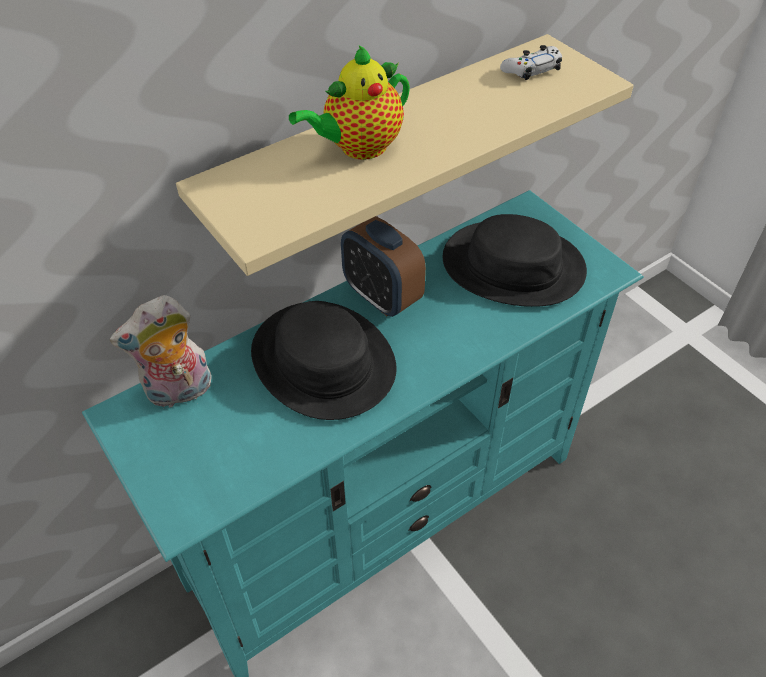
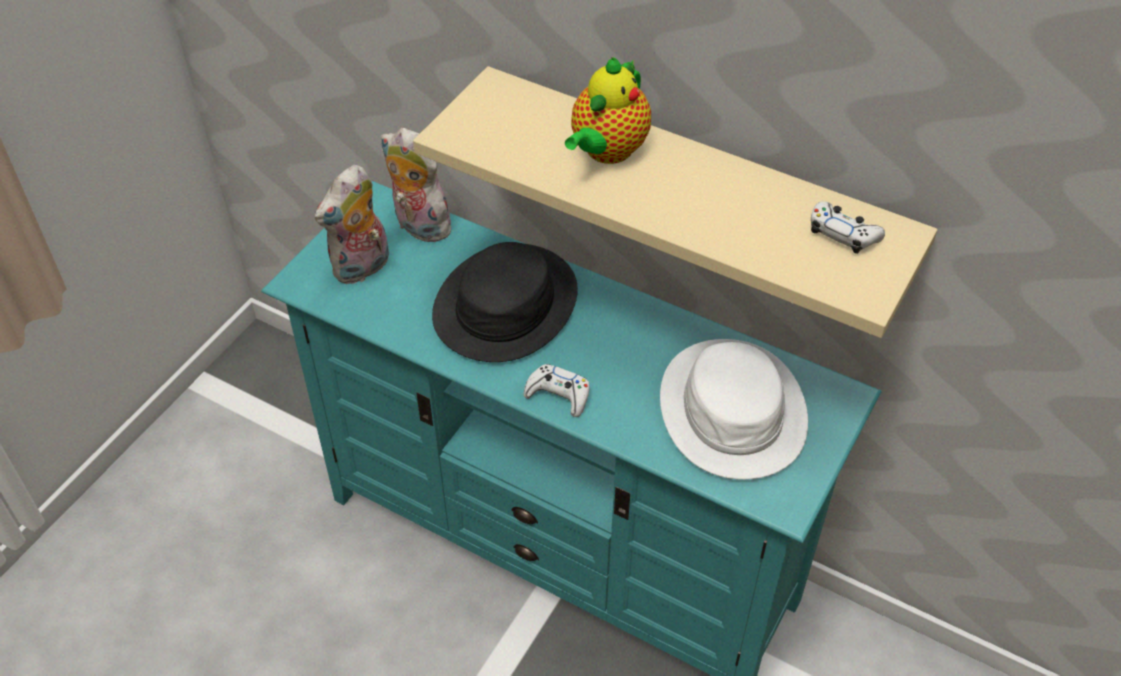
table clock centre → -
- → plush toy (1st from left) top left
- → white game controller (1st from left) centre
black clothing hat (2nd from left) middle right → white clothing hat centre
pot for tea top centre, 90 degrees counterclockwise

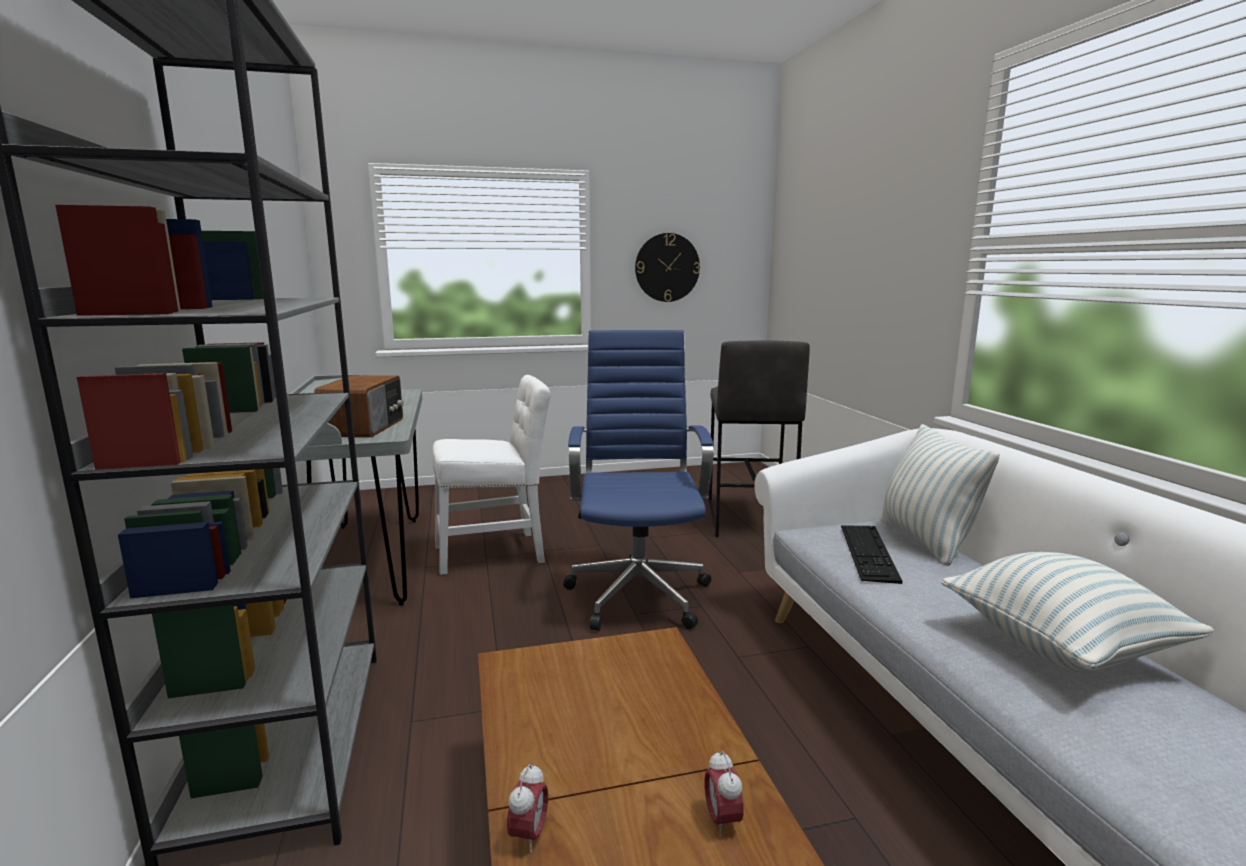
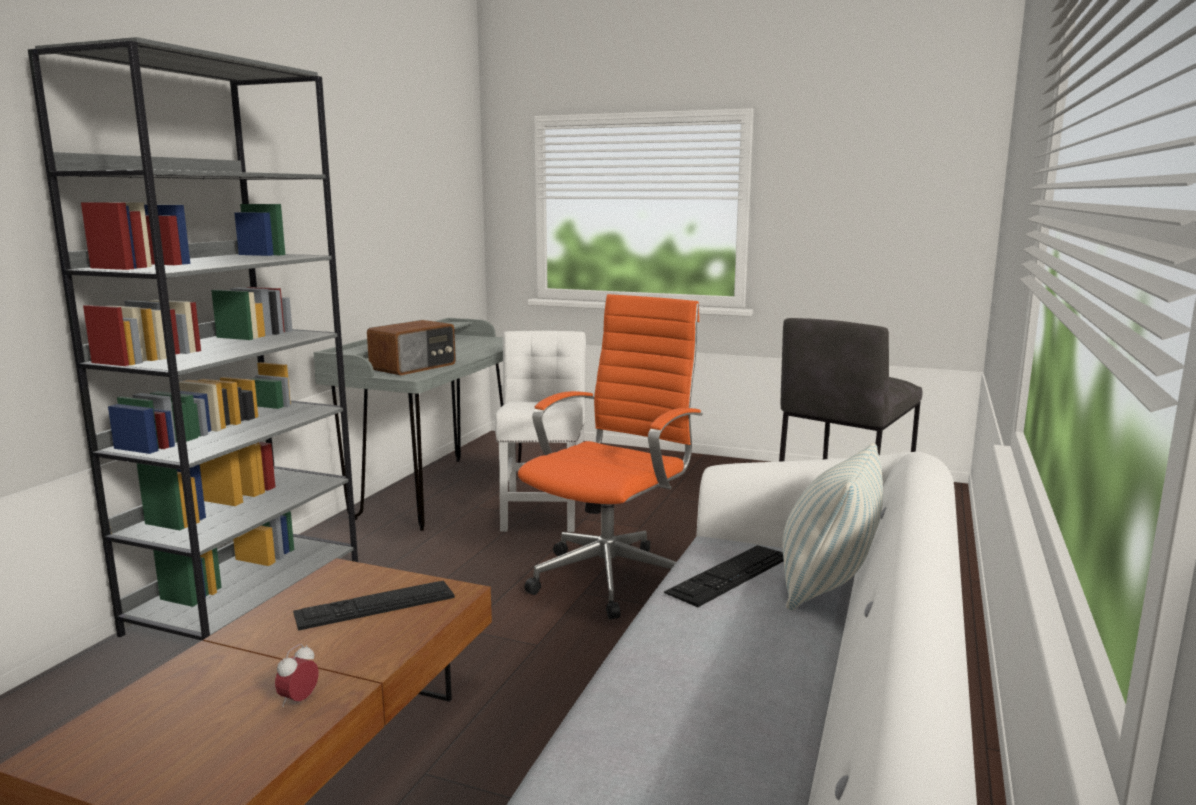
table clock (1st from left) bottom centre → -
hanging clock top centre → -
throw pillow (2nd from left) bottom right → -
- → computer keyboard (1st from left) bottom left
blue-coloured computer chair centre → orangey computer chair centre
white upright chair centre, 105 degrees counterclockwise

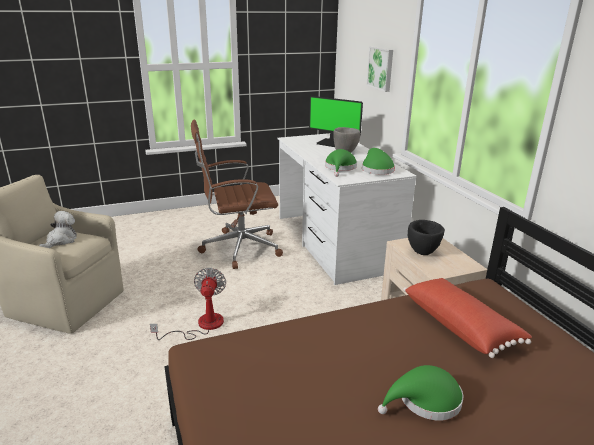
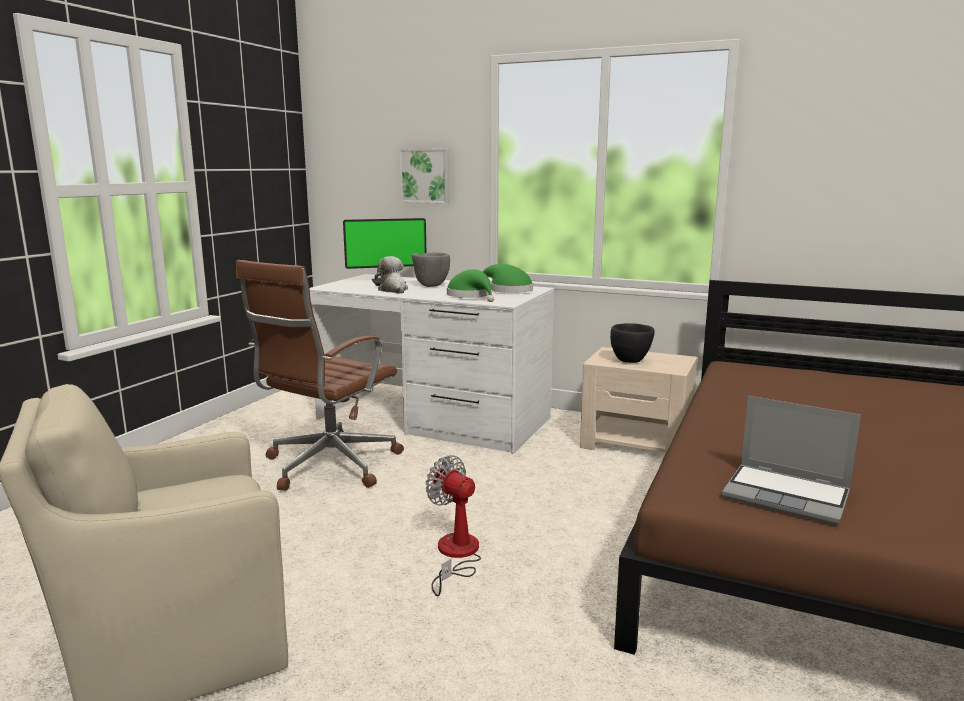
greenish clothing hat (3rd from left) bottom right → -
red-coloured throw pillow bottom right → -
- → notebook computer middle right
plush toy middle left → plush toy centre, move

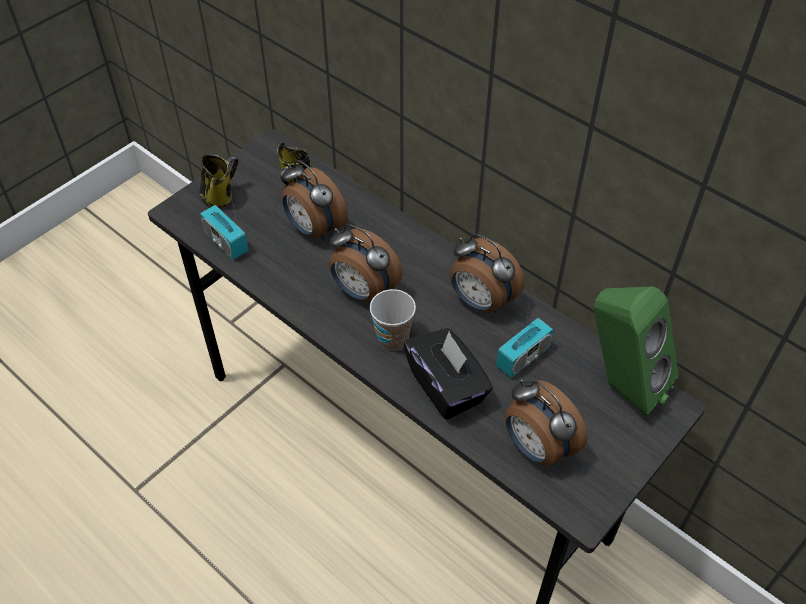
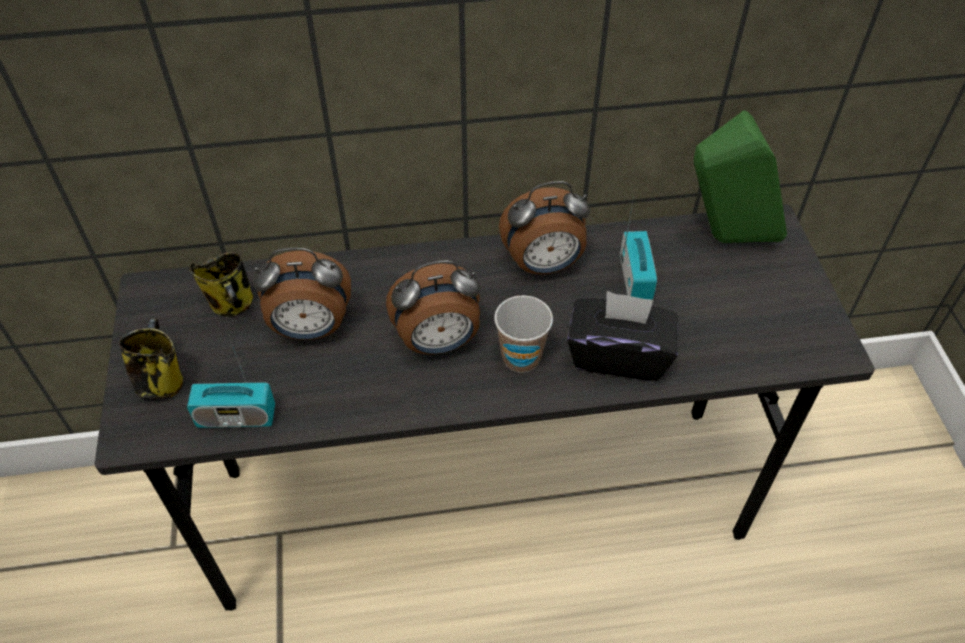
table clock (4th from left) bottom right → -

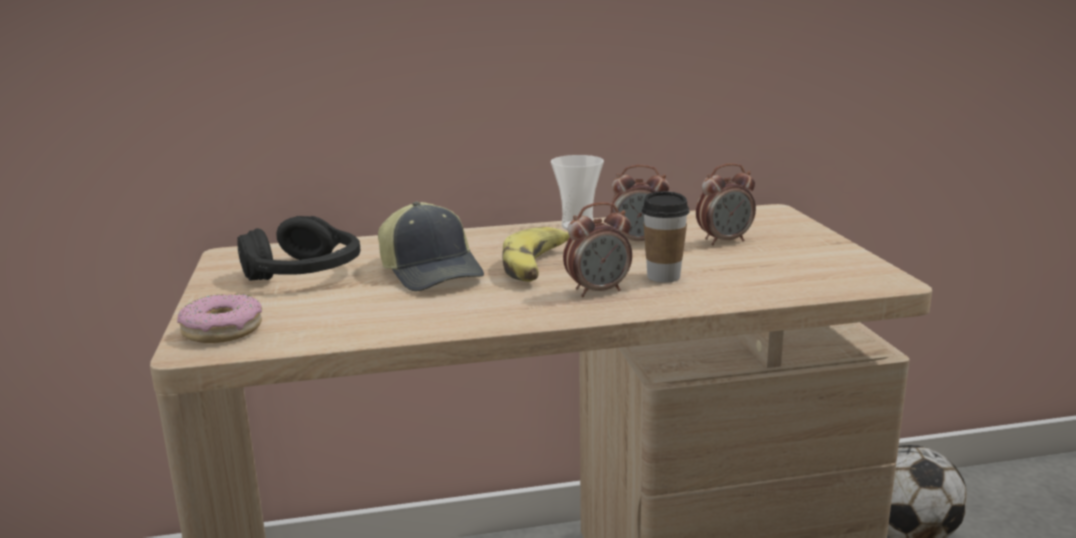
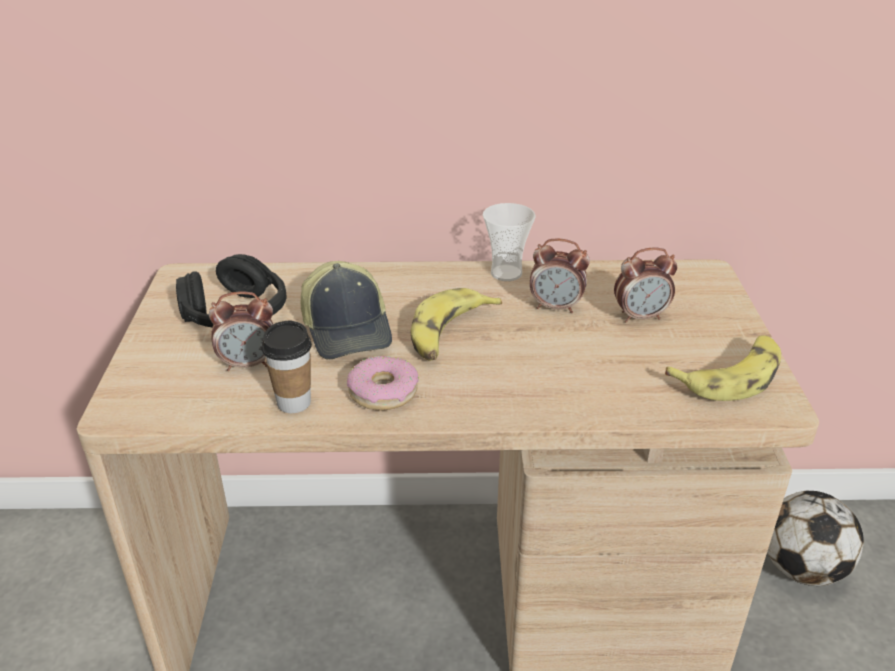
- → banana (2nd from left) middle right
ring doughnut middle left → ring doughnut centre, move
table clock (1st from left) centre → table clock (1st from left) middle left, move
drinking cup (2nd from left in the first image) centre → drinking cup (1st from left) middle left, move

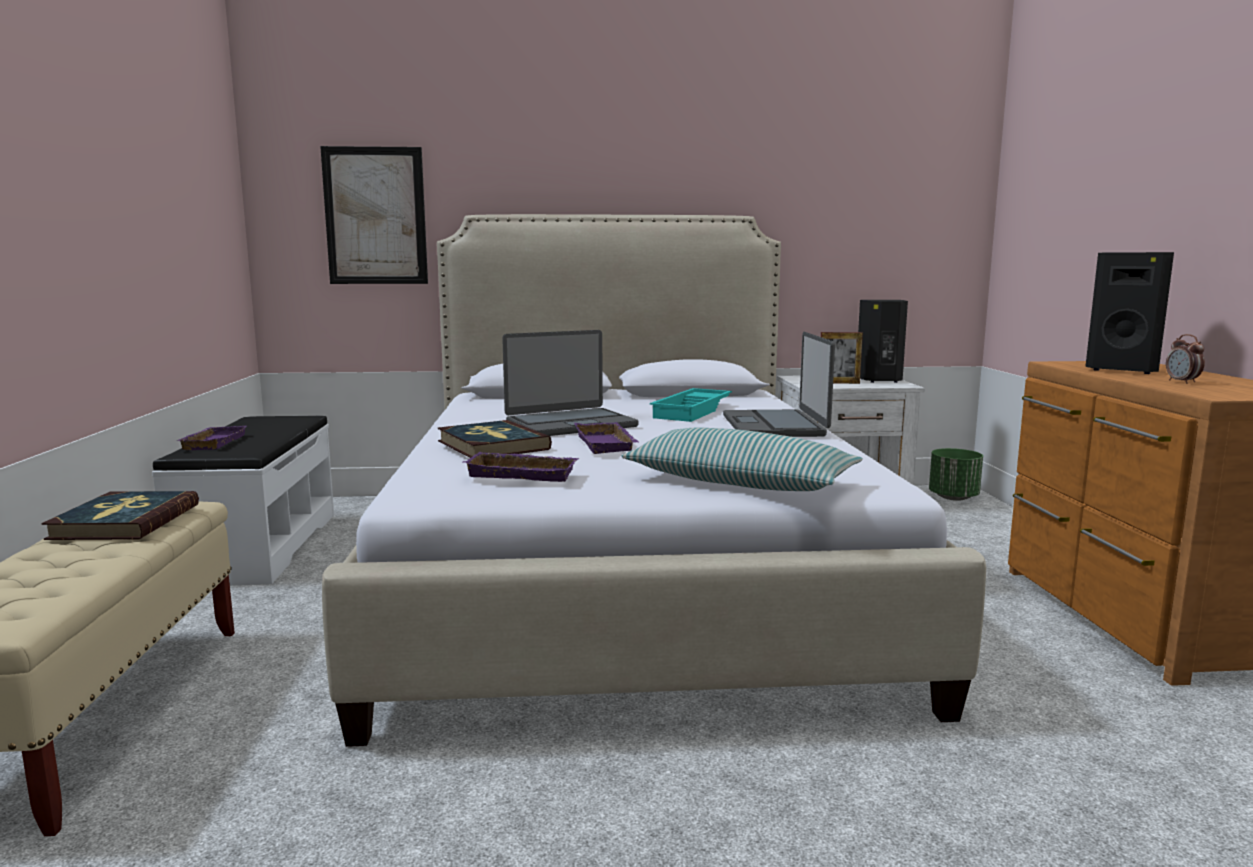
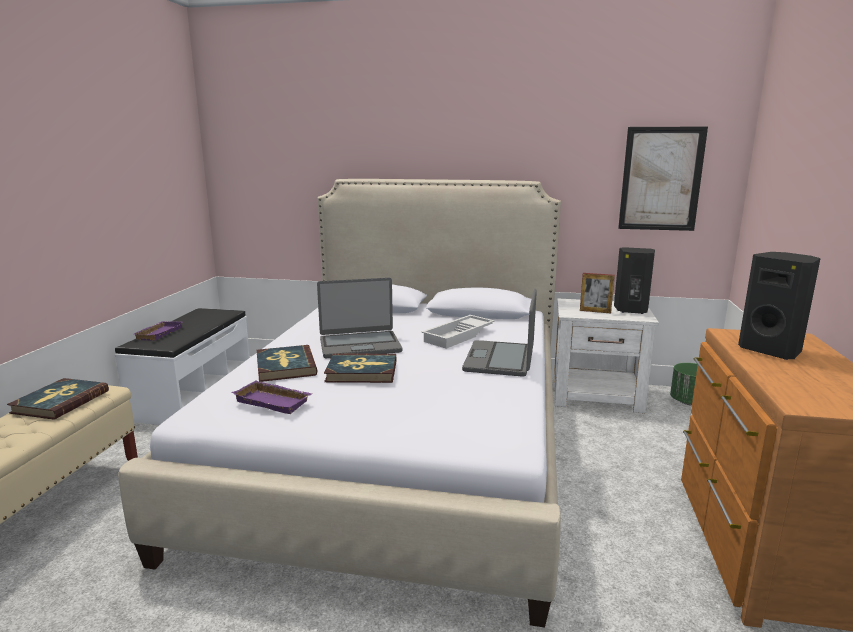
throw pillow centre → -
table clock middle right → -
picture top left → picture top right, move
purple serving tray (3rd from left) centre → volume (3rd from left) centre
turquoise-coloured serving tray centre → white serving tray centre

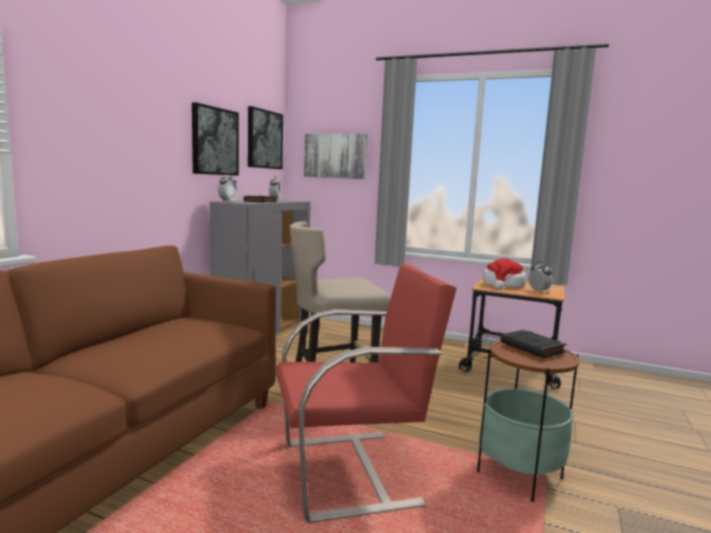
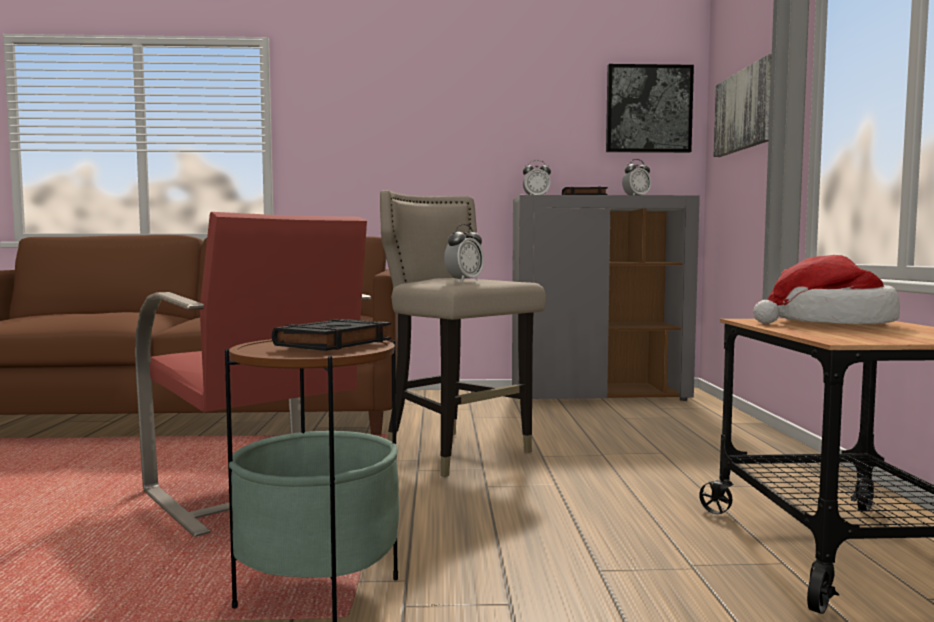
picture (1st from left) top left → -
table clock (3rd from left in the first image) middle right → table clock (1st from left) centre, move

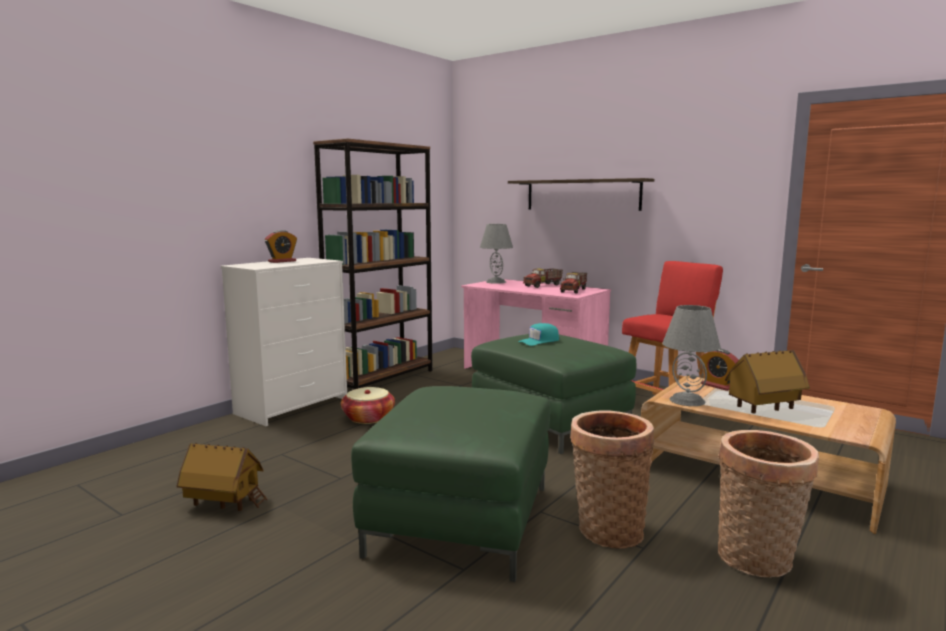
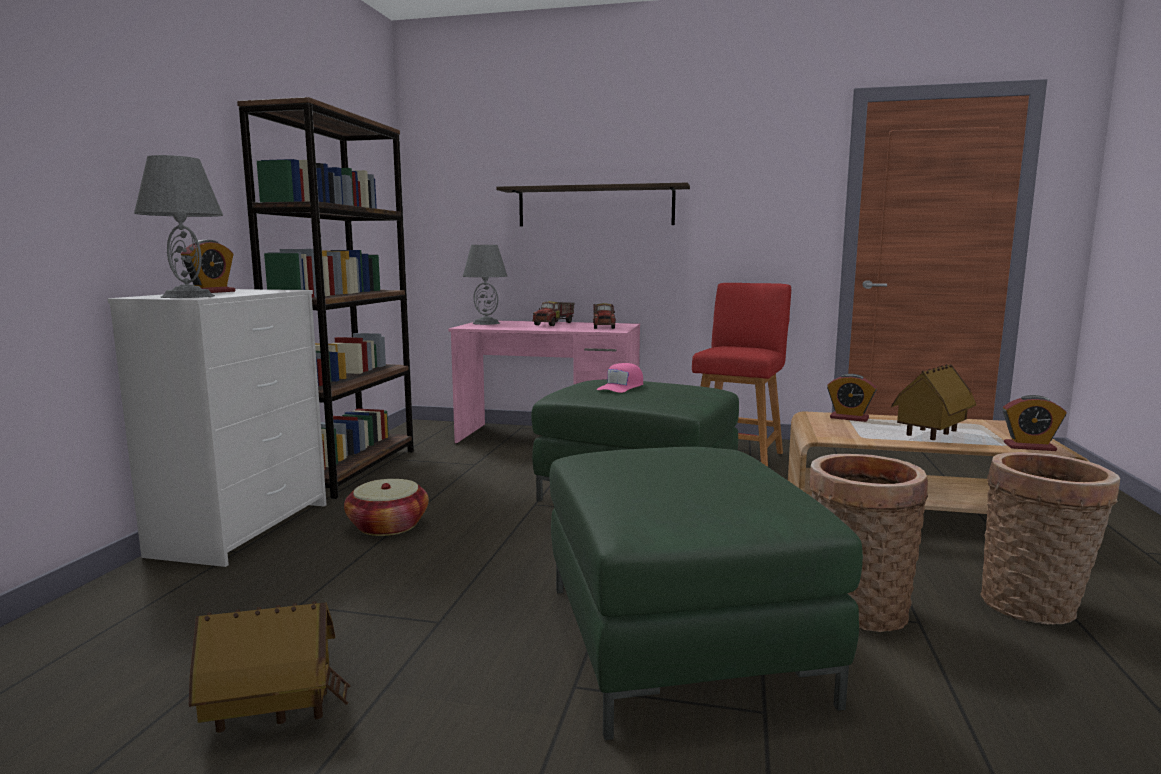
- → table clock (3rd from left) middle right
grey table lamp (2nd from left in the first image) middle right → grey table lamp (1st from left) top left, move
turquoise-coloured cap centre → pink-coloured cap centre

